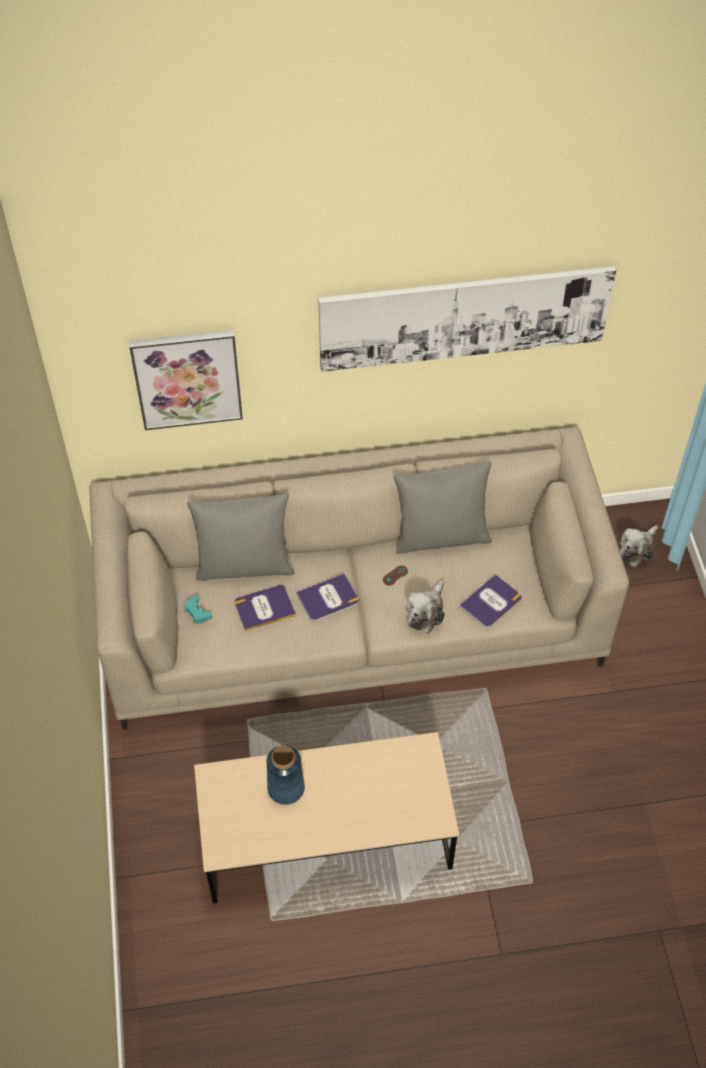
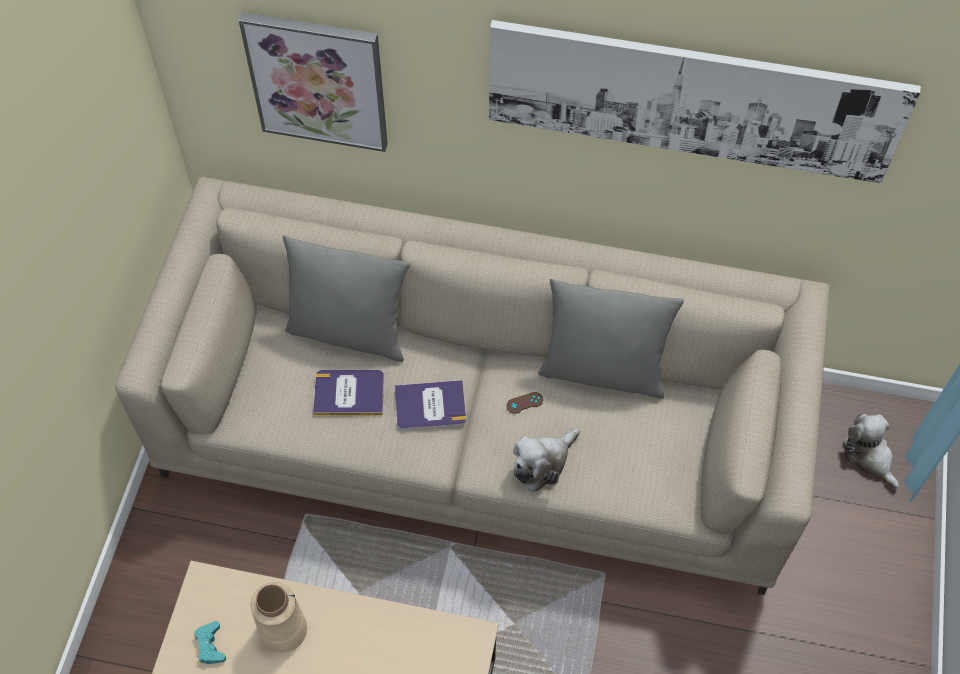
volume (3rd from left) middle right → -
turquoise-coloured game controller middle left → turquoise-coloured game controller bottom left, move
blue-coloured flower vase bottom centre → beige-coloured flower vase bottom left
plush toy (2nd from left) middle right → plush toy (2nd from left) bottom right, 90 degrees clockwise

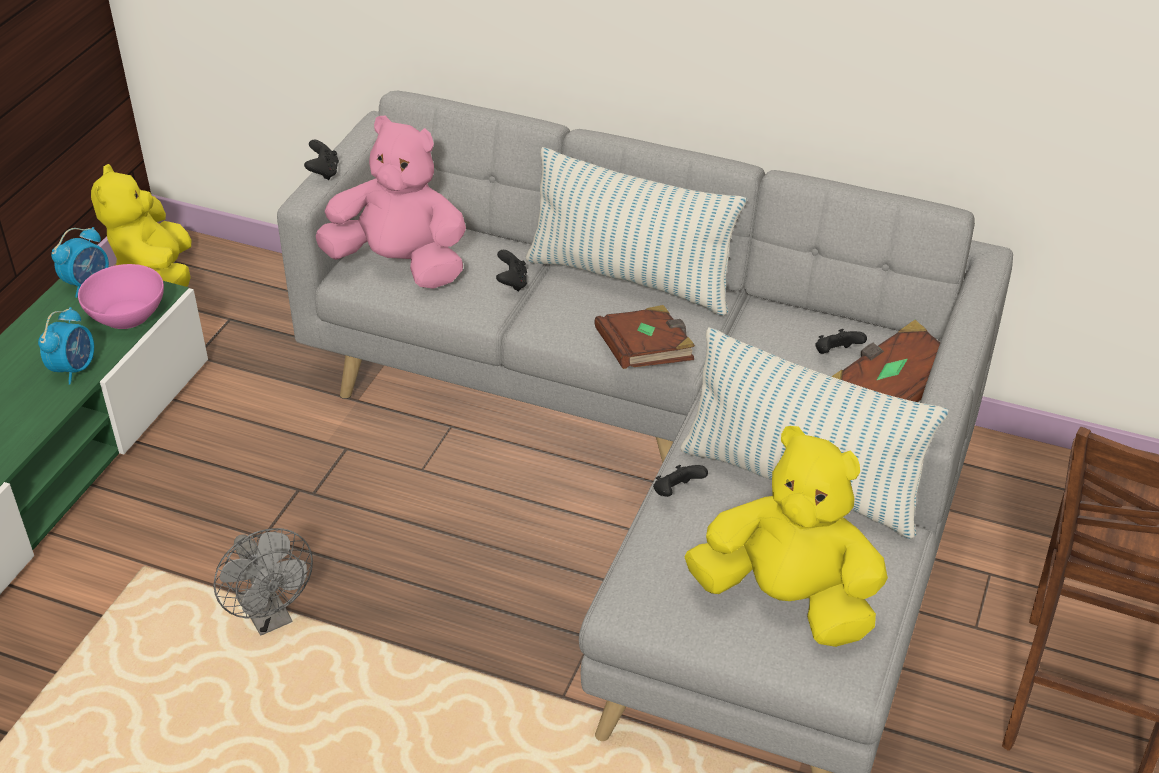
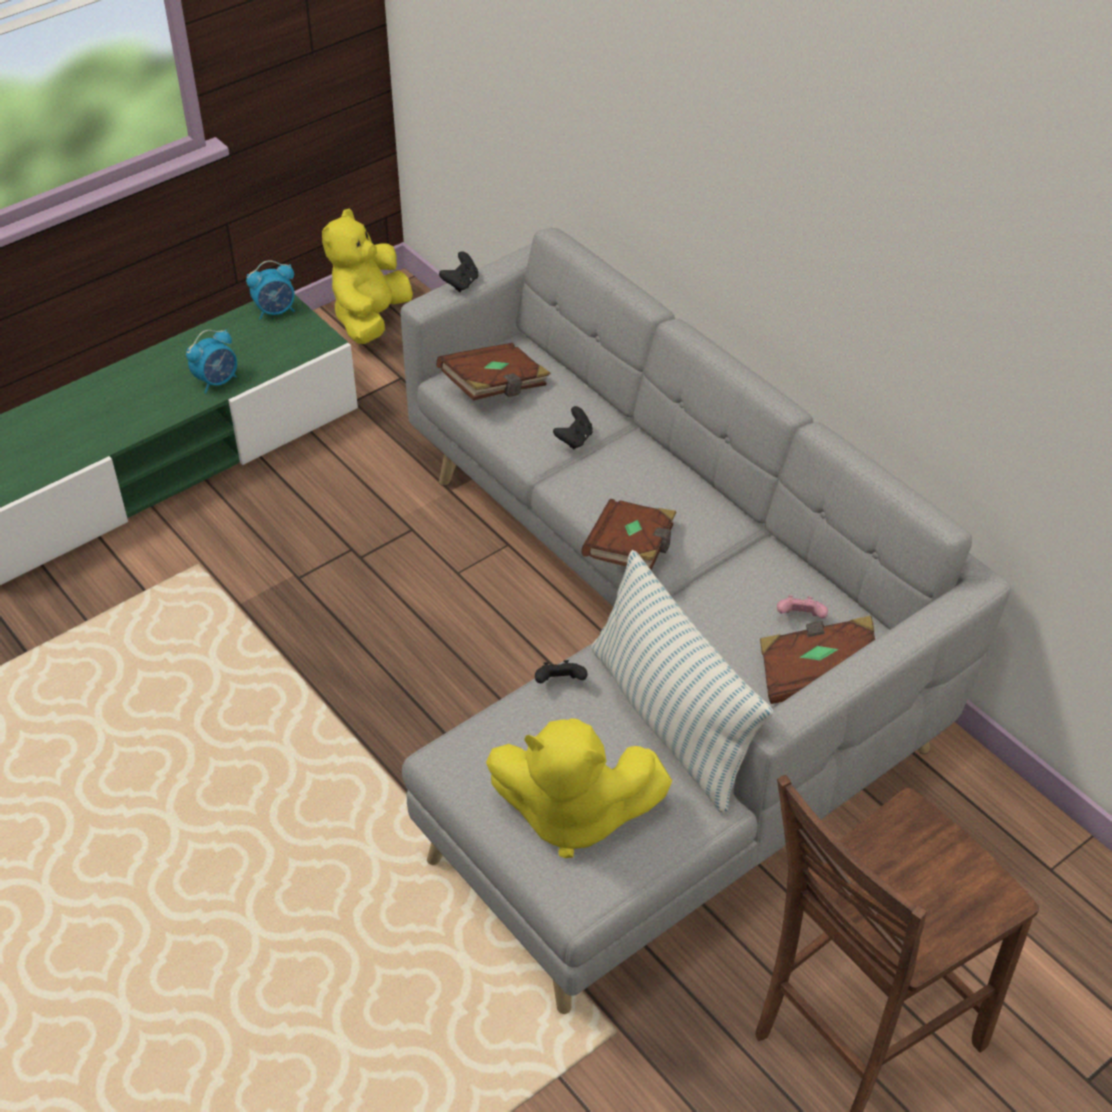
pink-coloured bowl middle left → -
grey cooling fan bottom left → -
throw pillow (1st from left) top centre → -
pink-coloured plush toy top centre → brown volume (1st from left) centre
black game controller (4th from left) middle right → pink-coloured game controller middle right
yellow-coloured plush toy (2nd from left) bottom right → yellow-coloured plush toy (2nd from left) bottom centre, 135 degrees clockwise

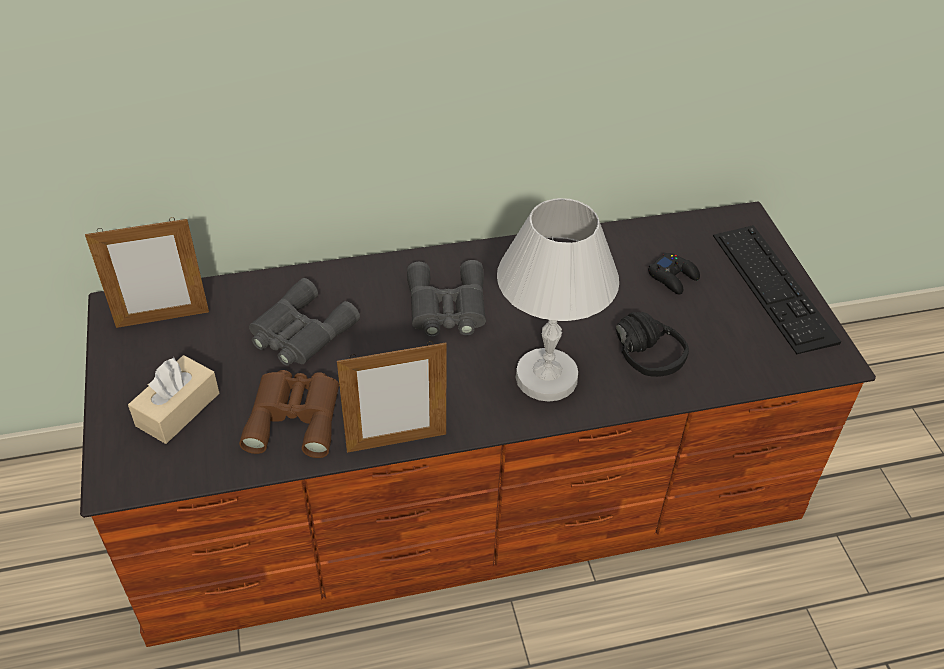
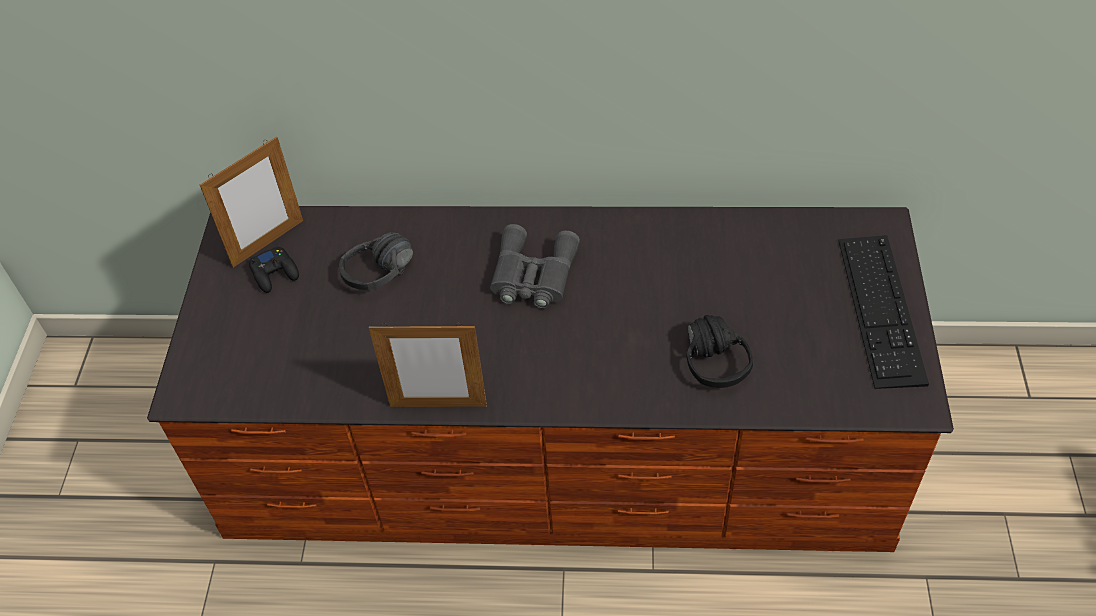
beige-coloured tissue box middle left → -
brown binoculars middle left → -
white table lamp centre → -
black game controller middle right → black game controller middle left, move
grey binoculars (1st from left) middle left → black headphones (1st from left) centre
standing frame (1st from left) middle left → standing frame (1st from left) top left, 45 degrees counterclockwise

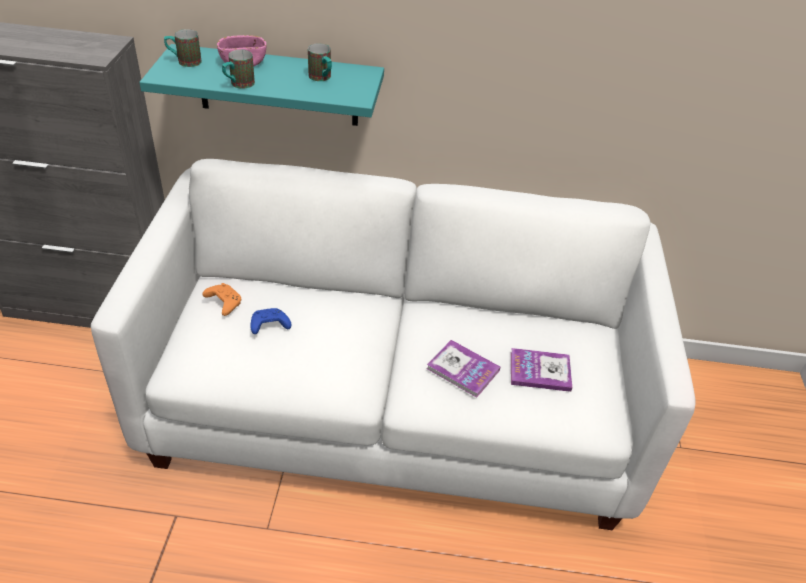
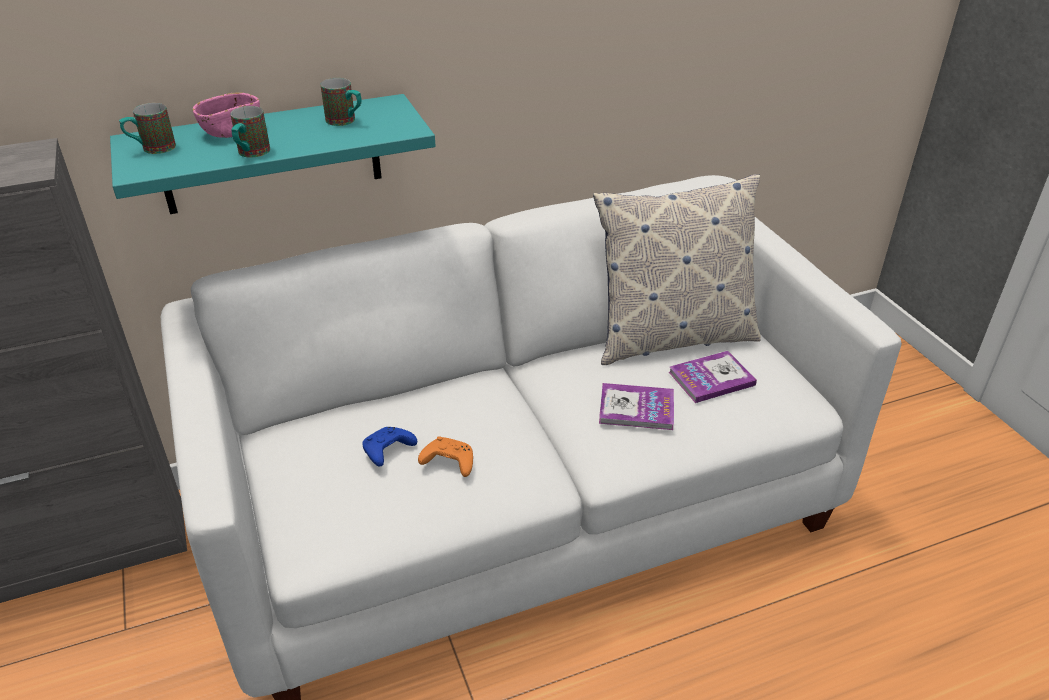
- → throw pillow centre
orangey game controller middle left → orangey game controller centre, move

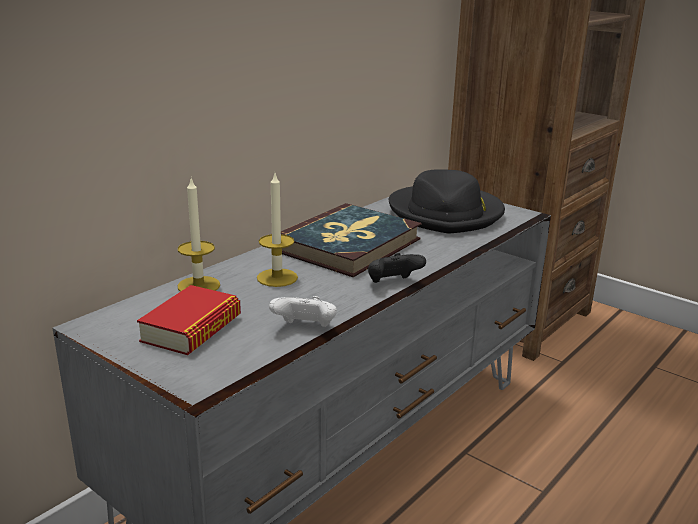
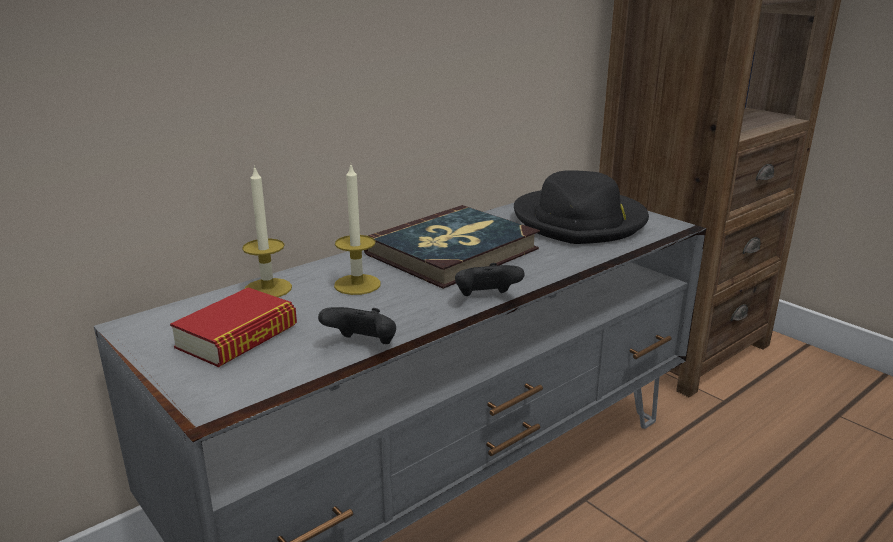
white game controller centre → black game controller (1st from left) centre

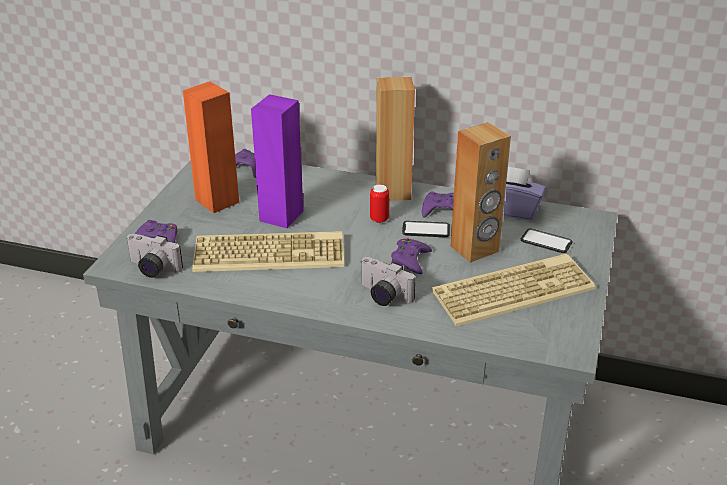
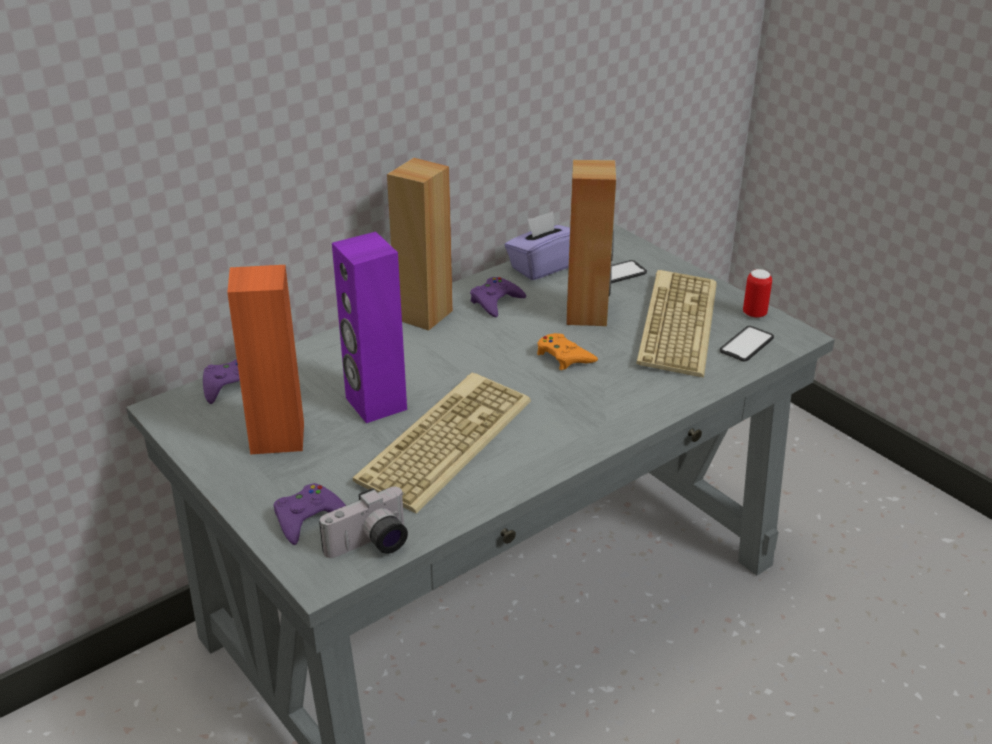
still camera (2nd from left) centre → -
can centre → can middle right, move
phone (1st from left in the first image) centre → phone (2nd from left) middle right, move
purple game controller (3rd from left) centre → orangey game controller centre

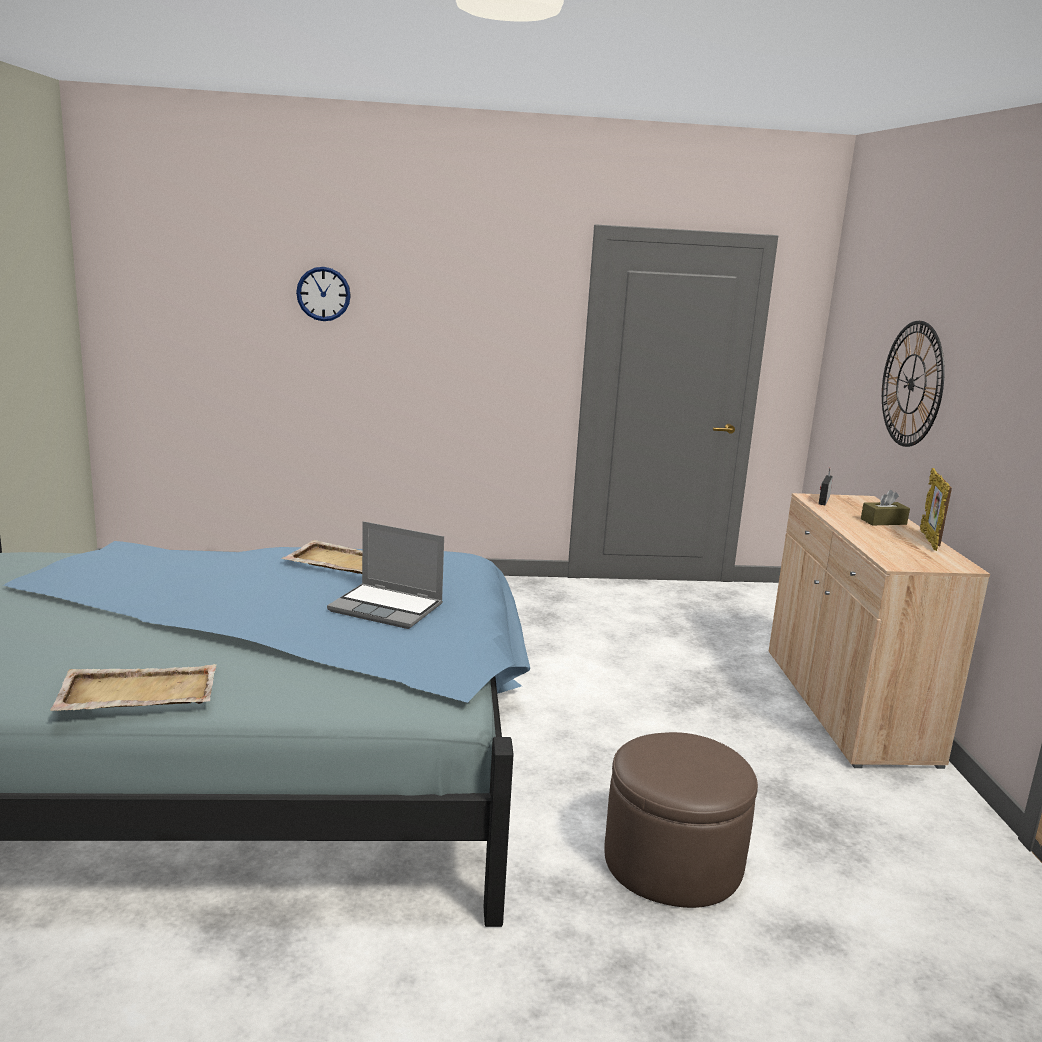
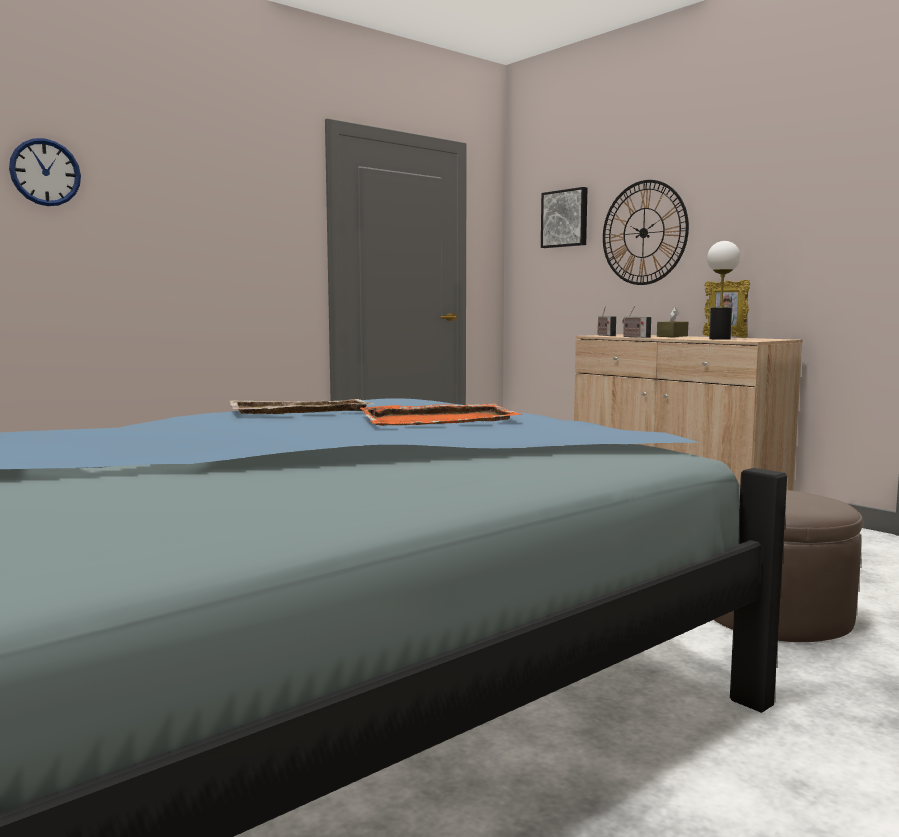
beige-coloured serving tray (1st from left) middle left → -
- → picture top centre
- → radio (2nd from left) middle right
- → table lamp middle right
notebook computer centre → orangey serving tray centre

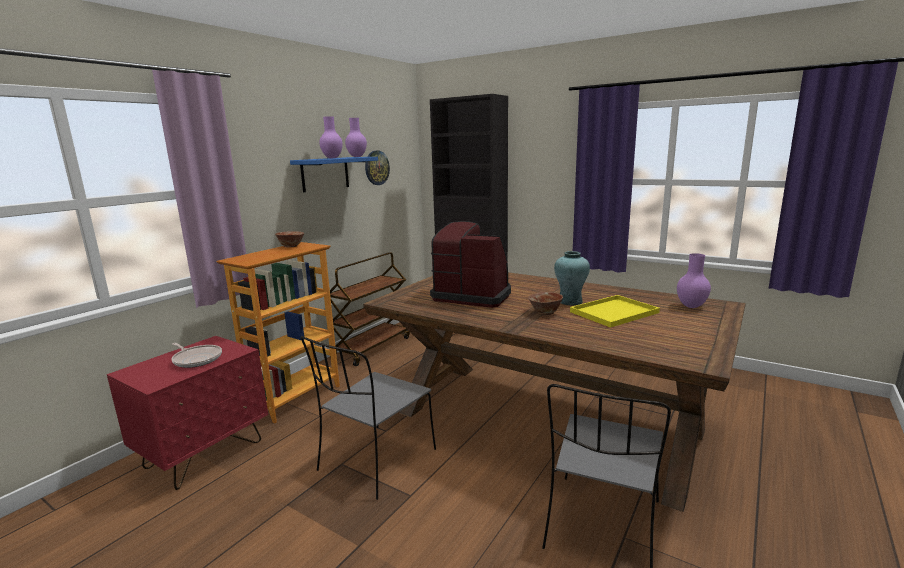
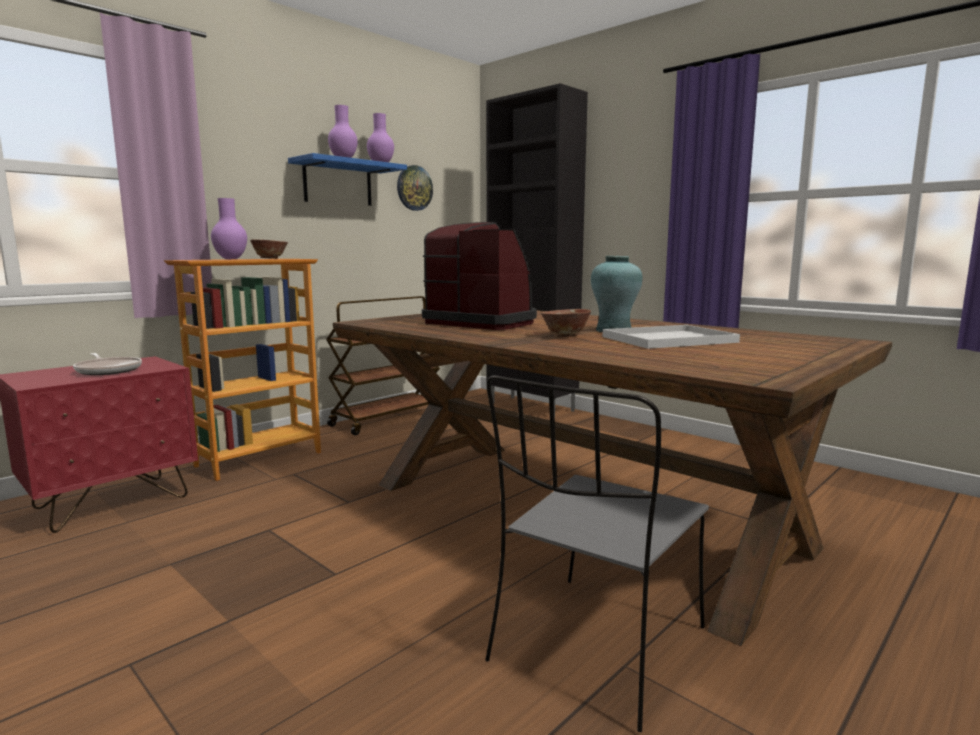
grey upright chair (1st from left) bottom centre → -
purple flower vase (3rd from left in the first image) middle right → purple flower vase (1st from left) top left, move
yellow-coloured serving tray middle right → white serving tray middle right

